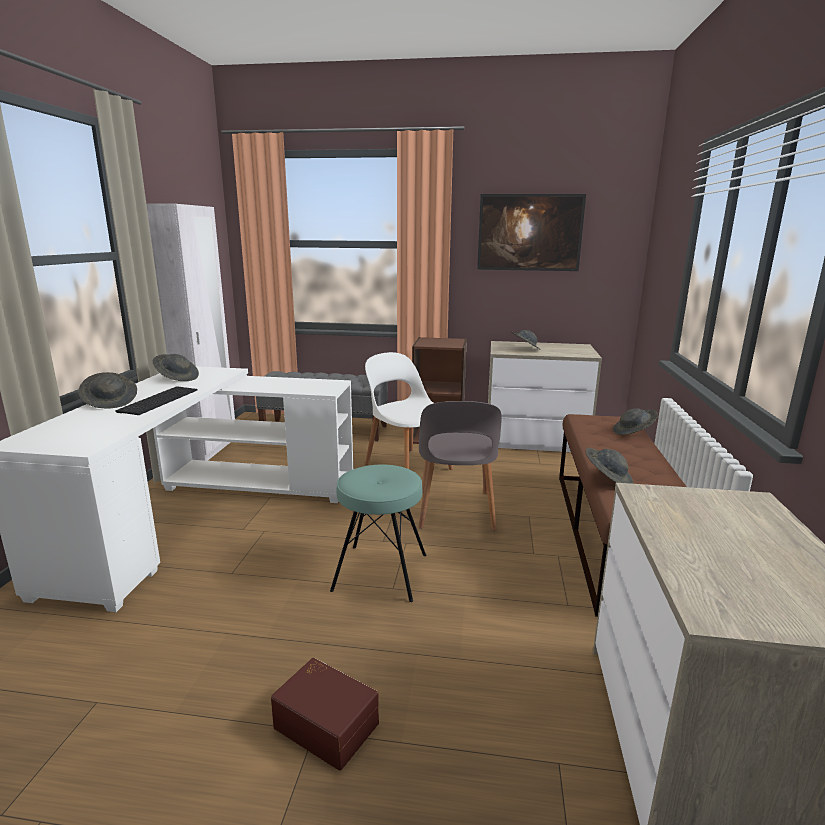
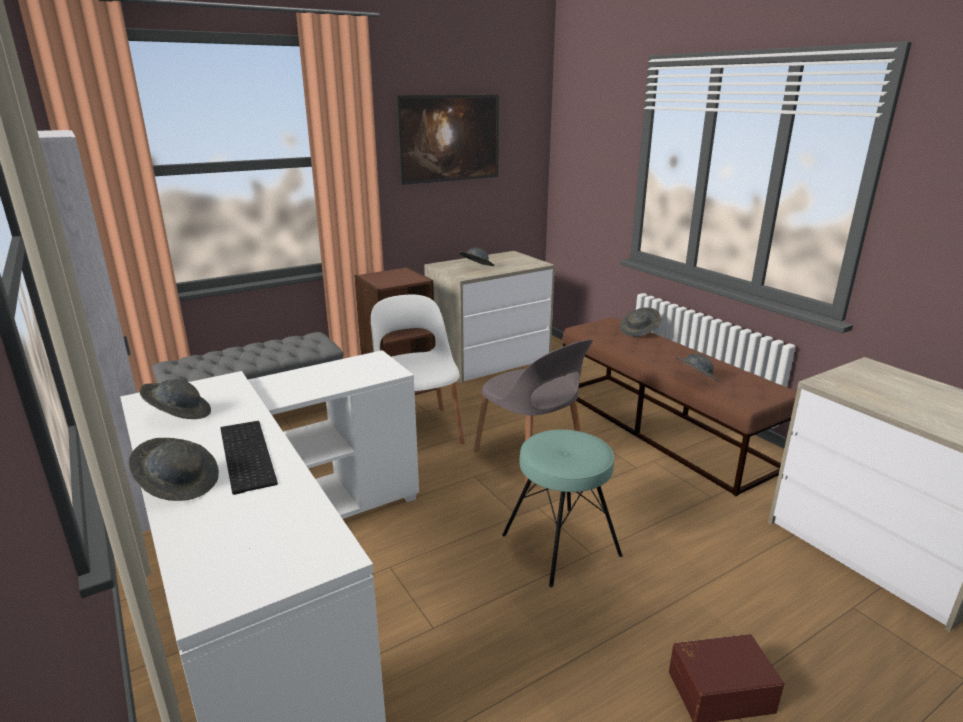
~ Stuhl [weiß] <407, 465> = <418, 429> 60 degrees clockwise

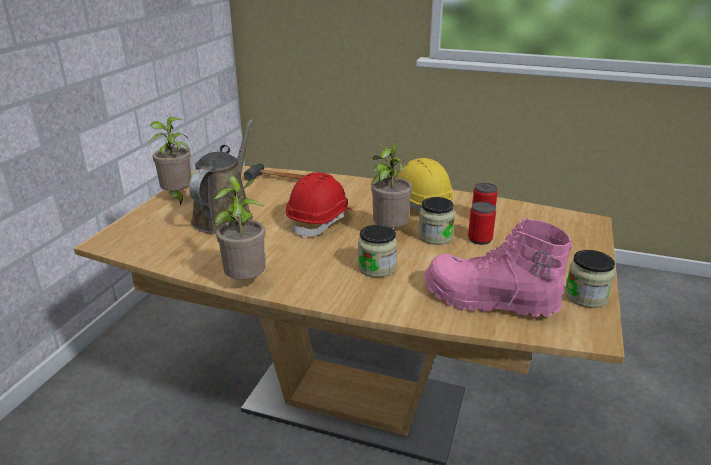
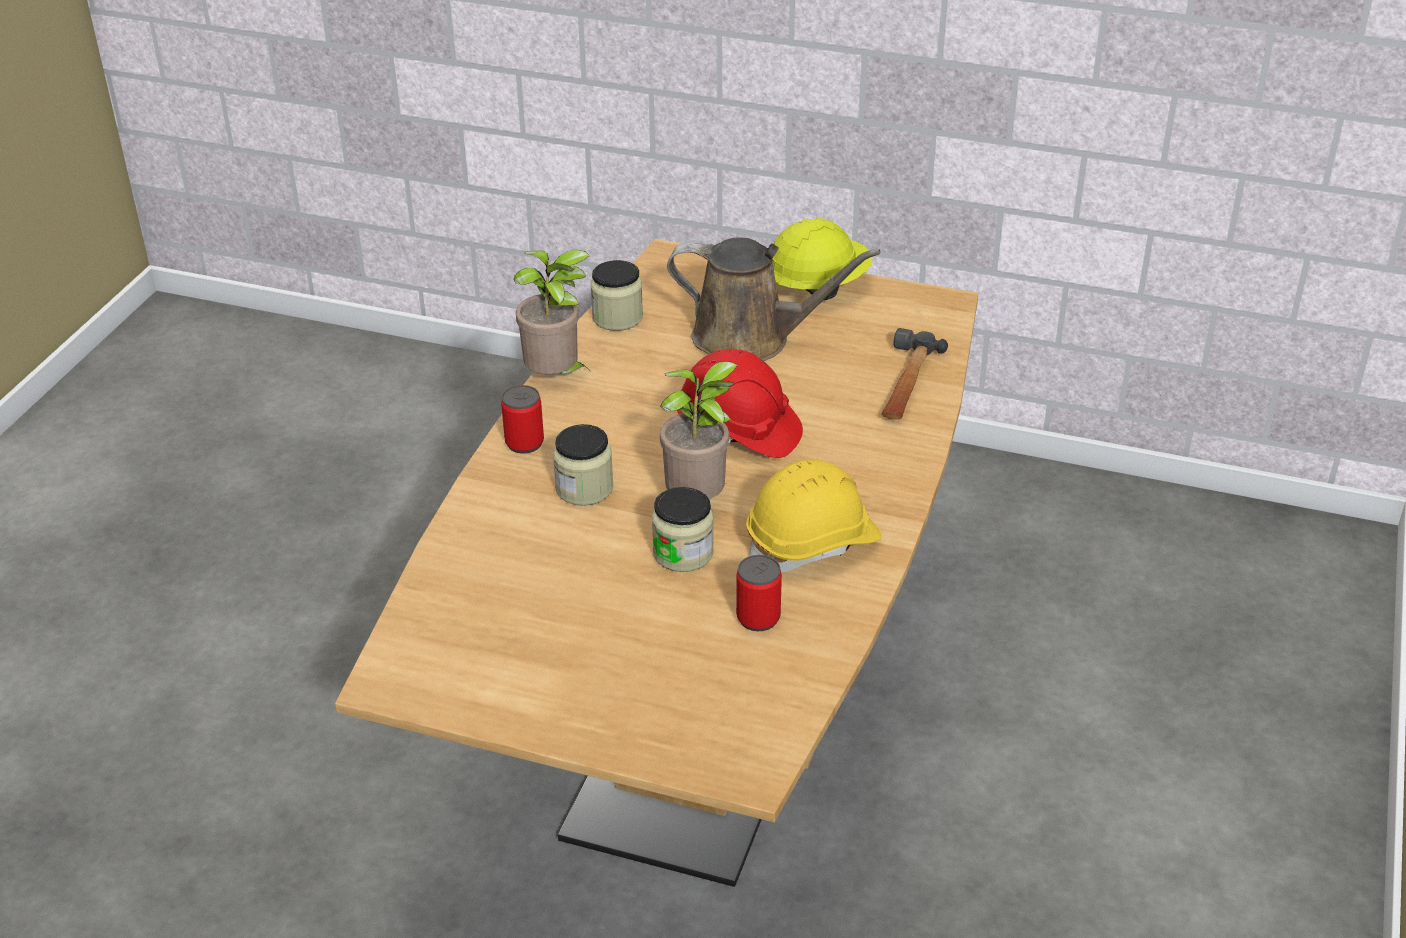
- Stiefel [rosa] <488, 301>
~ Dose <480, 239> to <524, 443>
~ Vorratsglas <586, 296> to <617, 317>
~ Topfpflanze <177, 198> to Schutzhelm [gelb] <816, 288>

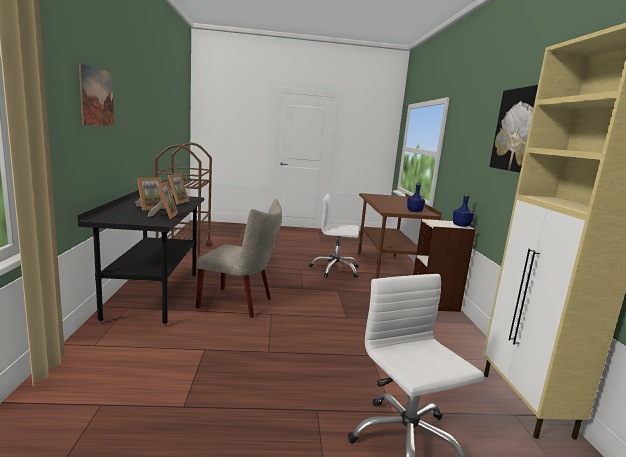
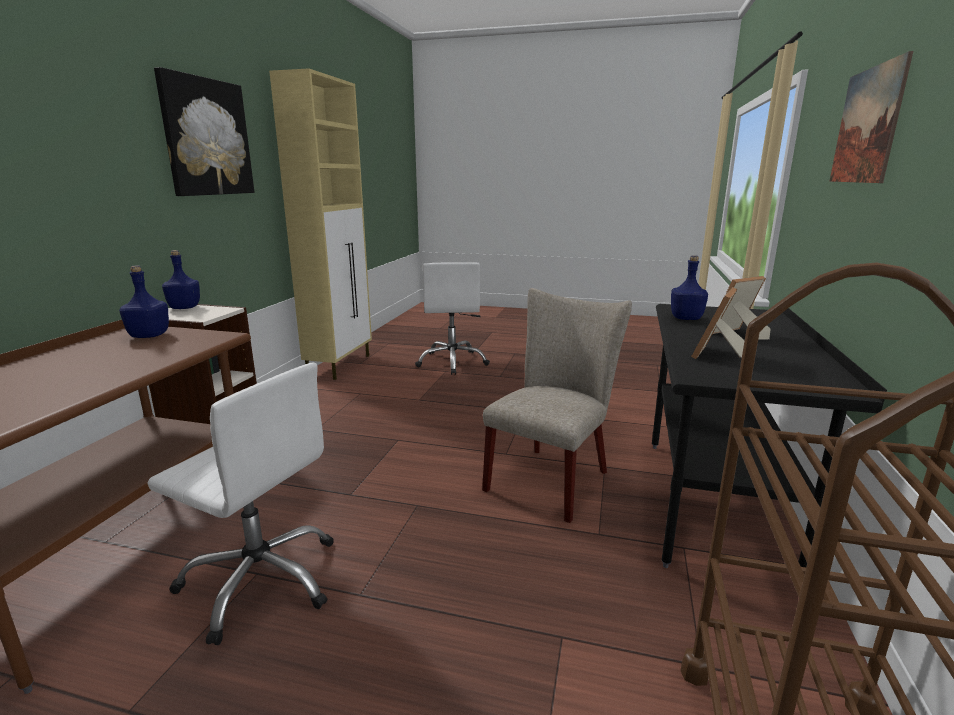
~ Bilderrahmen <164, 215> to Flasche [blau] <686, 318>
~ Stuhl [beige] <240, 303> = <552, 477> 90 degrees clockwise

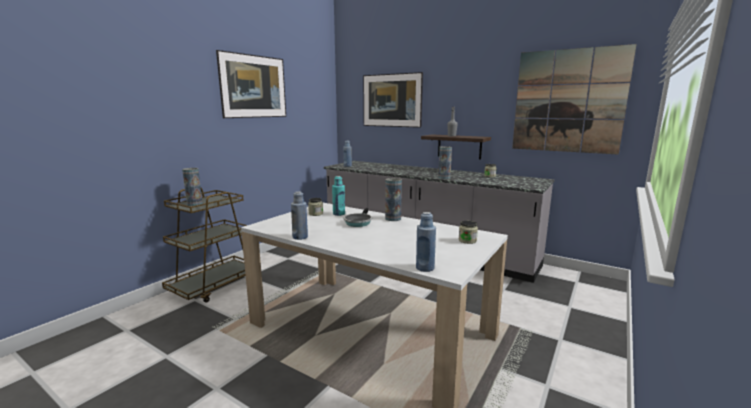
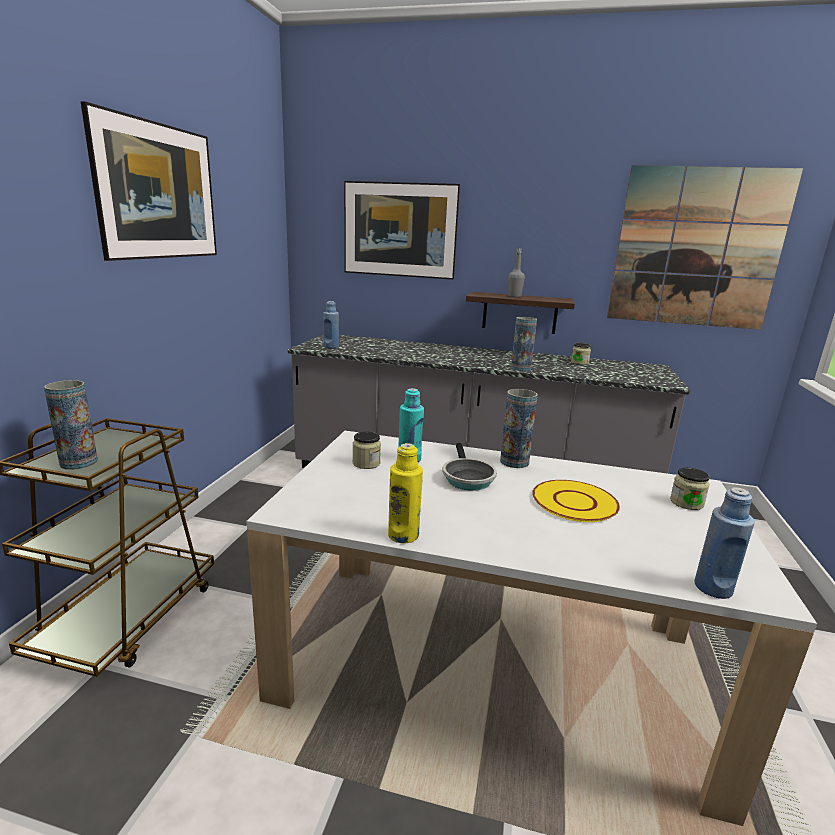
+ Teller [gelb] <573, 502>
~ Flasche [blau] <300, 237> to Flasche [gelb] <403, 535>

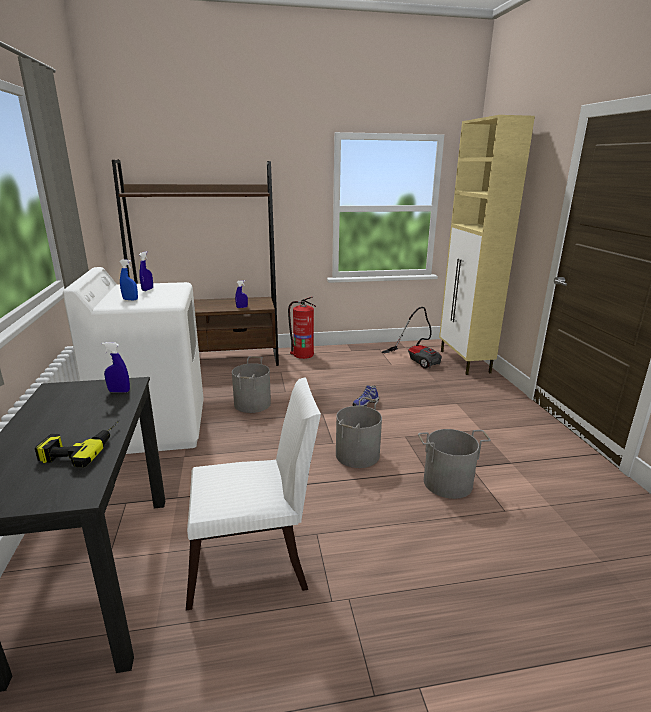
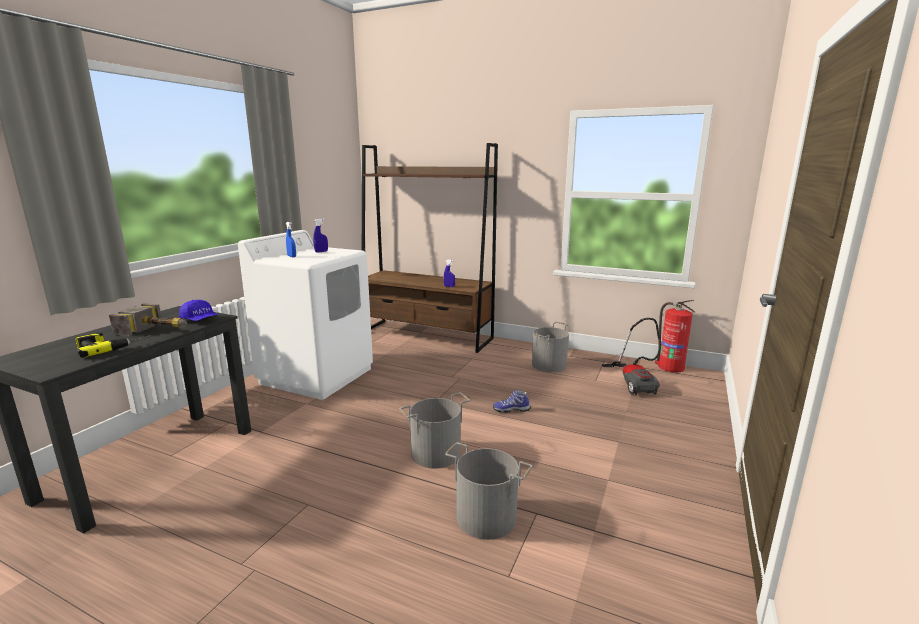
- Stuhl [weiß] <255, 559>
- Schrank [beige] <464, 362>
+ Hammer <159, 330>
~ Eimer [grau] <253, 404> to <549, 365>
~ Feuerlöscher <303, 354> to <670, 367>
~ Sprühflasche [blau] <119, 391> to Kappe [blau] <200, 320>

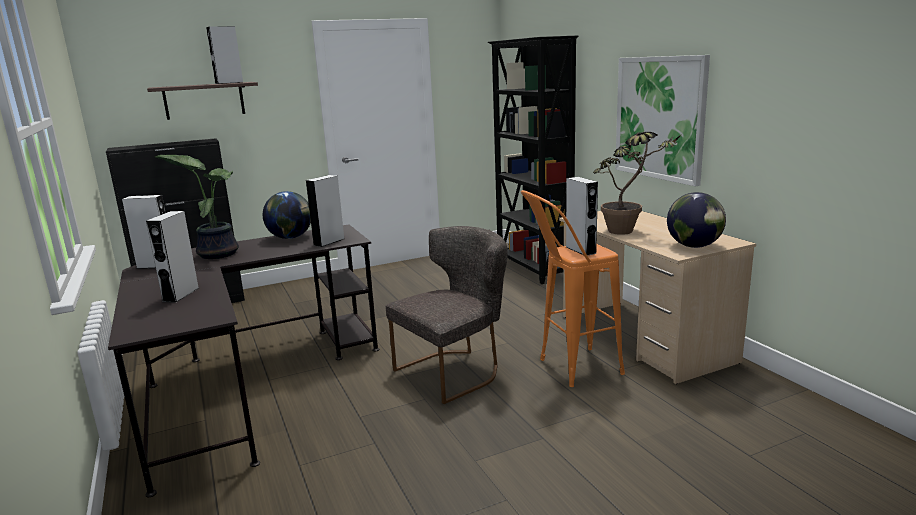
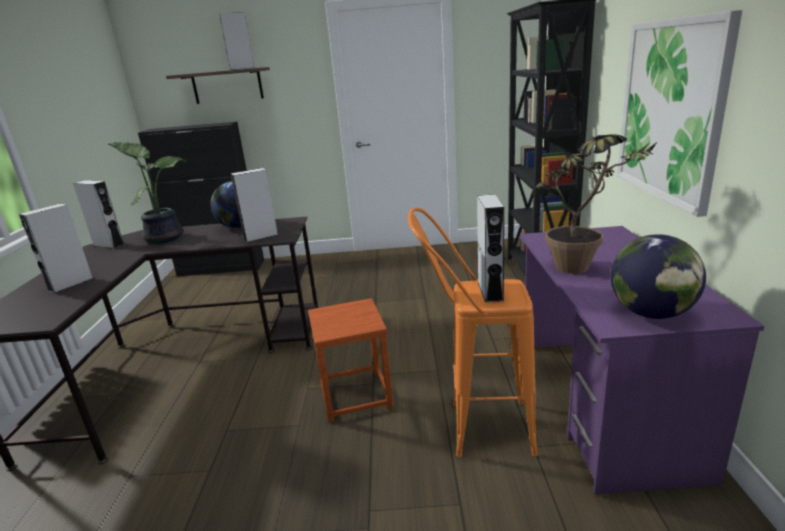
~ Stuhl [grau] <455, 371> to Hocker [braun] <356, 395>
~ Schreibtisch [beige] <644, 338> to Schreibtisch [lila] <602, 403>

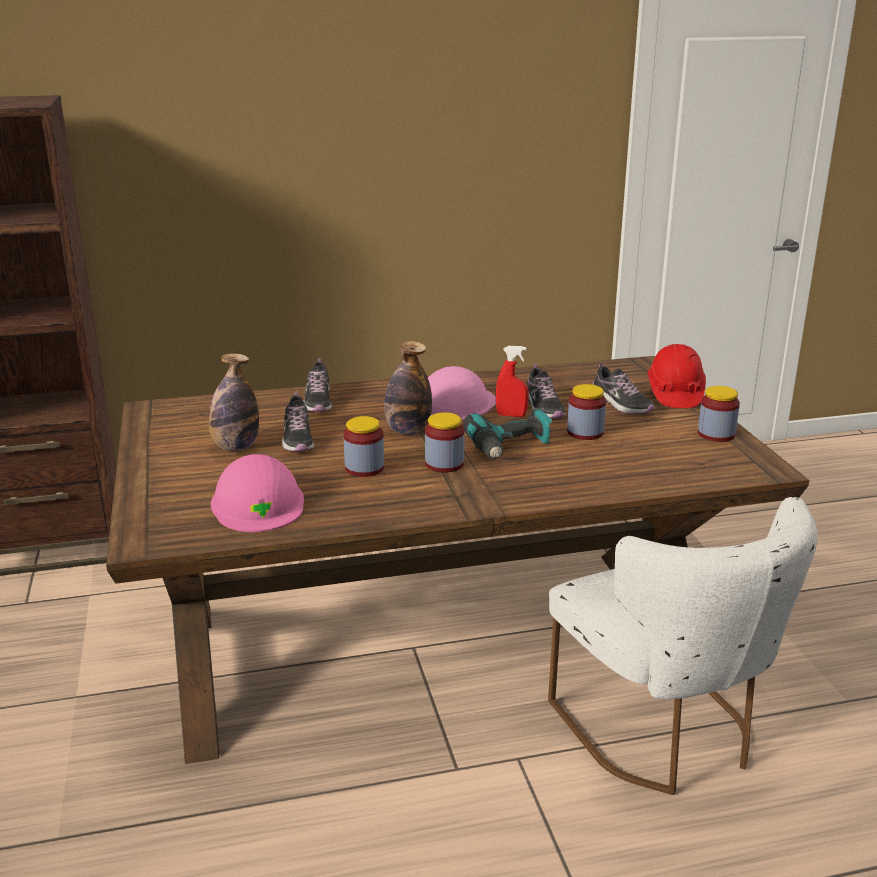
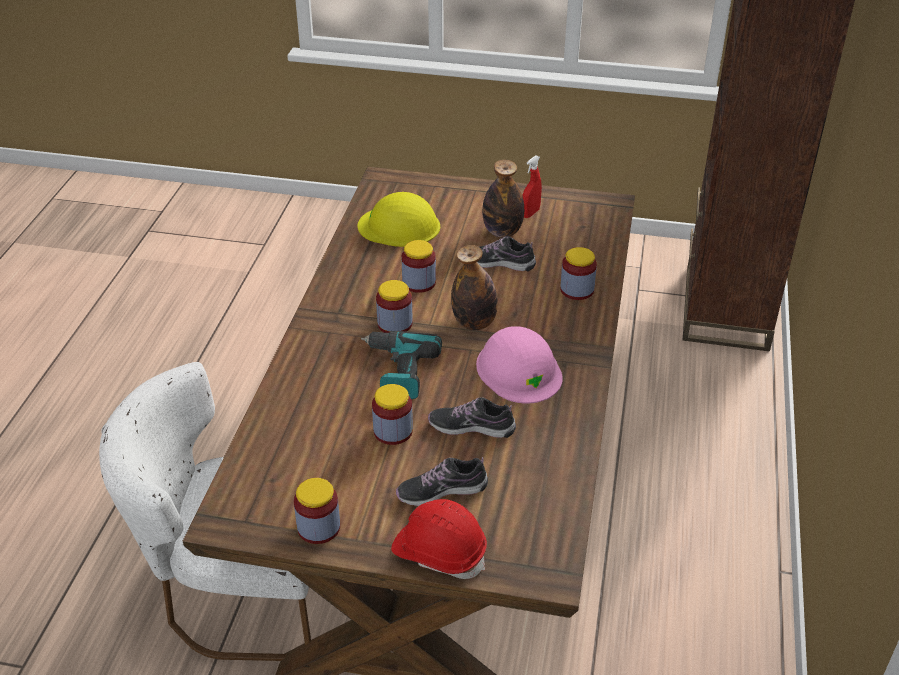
~ Sprühflasche [rot] <511, 415> to <530, 213>
~ Schuh <318, 401> to Vorratsglas <577, 290>
~ Schutzhelm [rosa] <258, 503> to Schutzhelm [gelb] <399, 226>

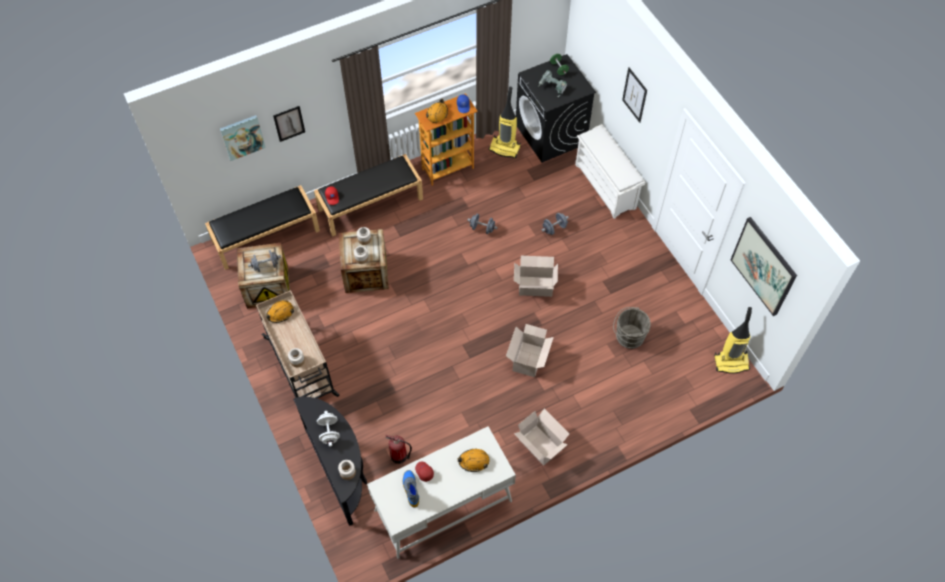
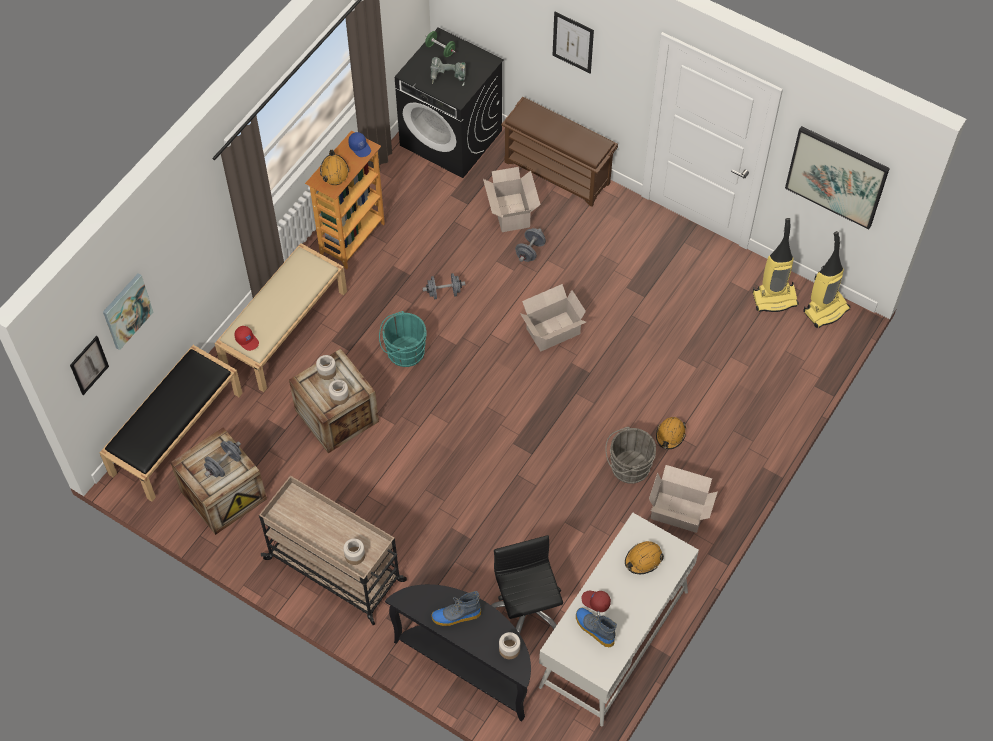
+ Eimer [türkis] <403, 352>
~ Schutzhelm [orange] <280, 313> to <670, 435>
~ Bild <289, 123> to <89, 365>
~ Staubsauger <505, 148> to <775, 298>
~ Karton <529, 358> to <511, 211>
~ Eimer [grau] <628, 336> to <627, 467>
~ Hantel [weiß] <329, 432> to Stiefel <456, 616>
~ Feuerlöscher <400, 456> to Bürostuhl [schwarz] <526, 610>
~ Bank [schwarz] <371, 203> to Bank [beige] <284, 327>
~ Schuhregal [weiß] <606, 186> to Schuhregal [braun] <558, 172>

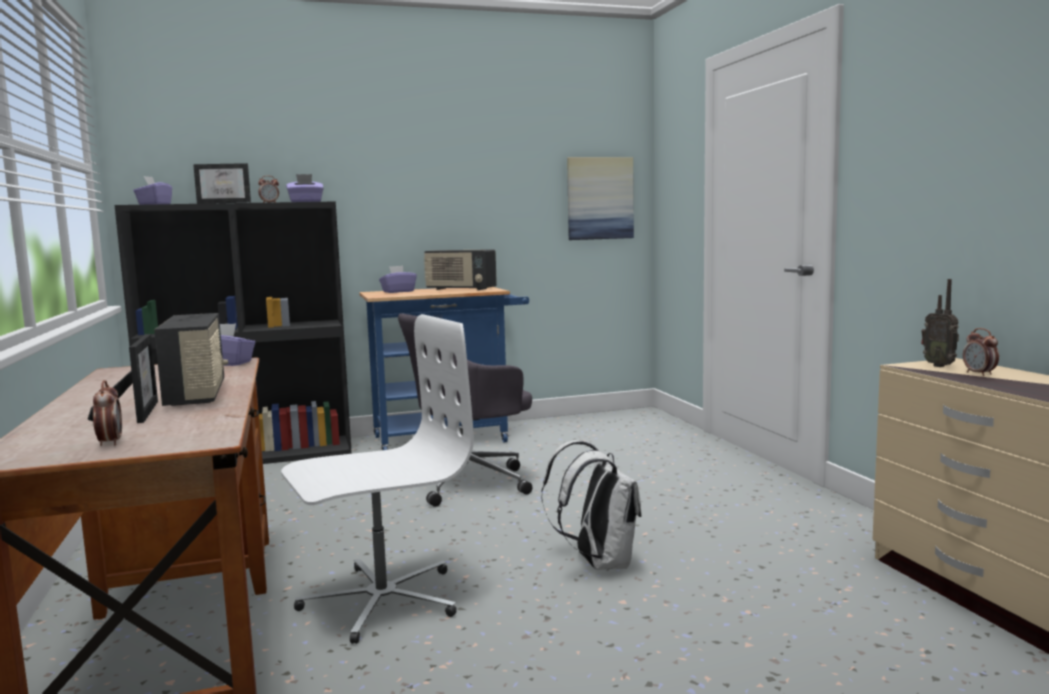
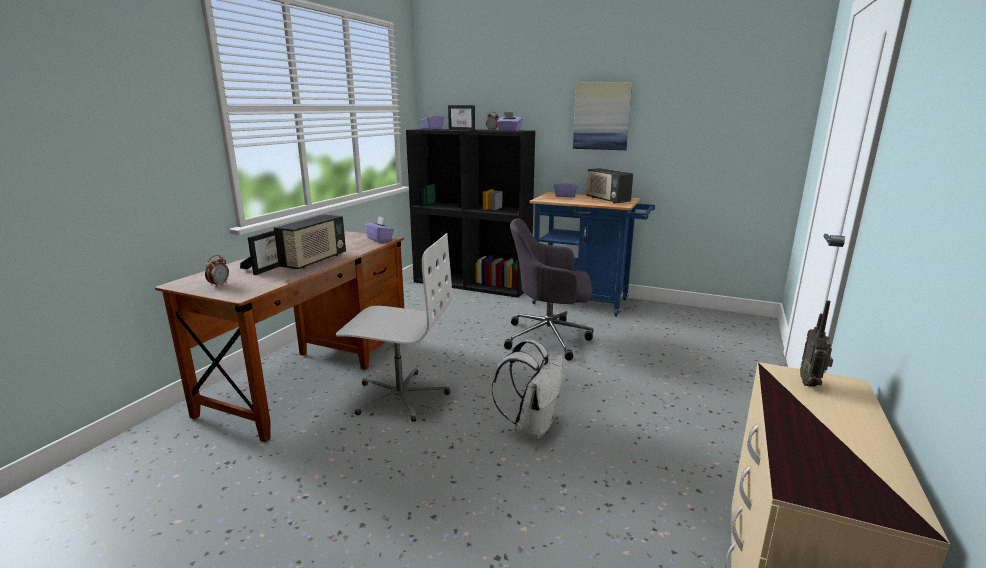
- Wecker <979, 374>
~ Bild <599, 198> to <601, 116>

